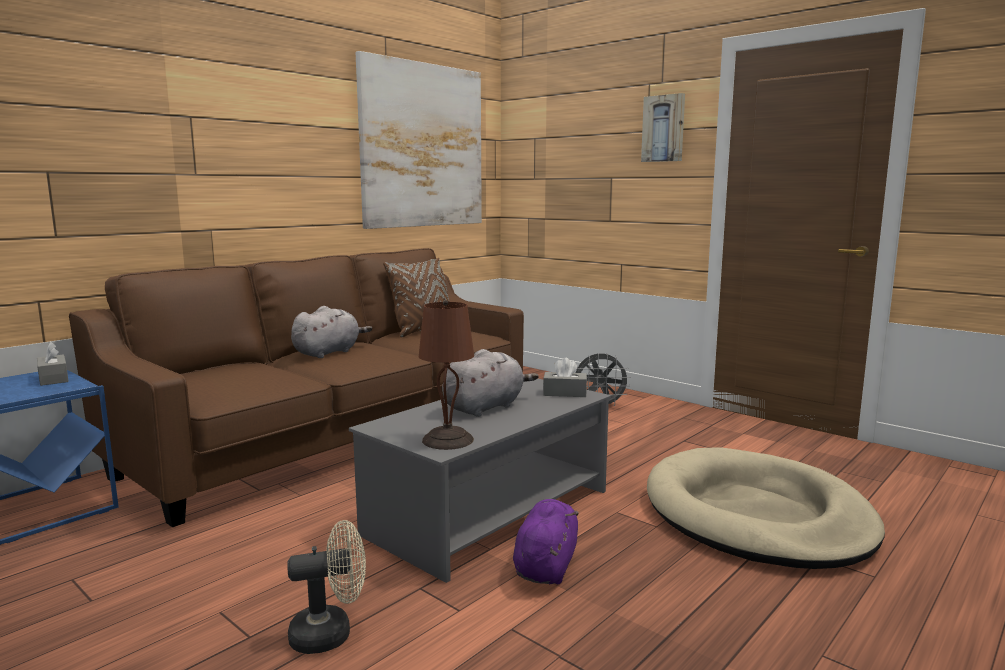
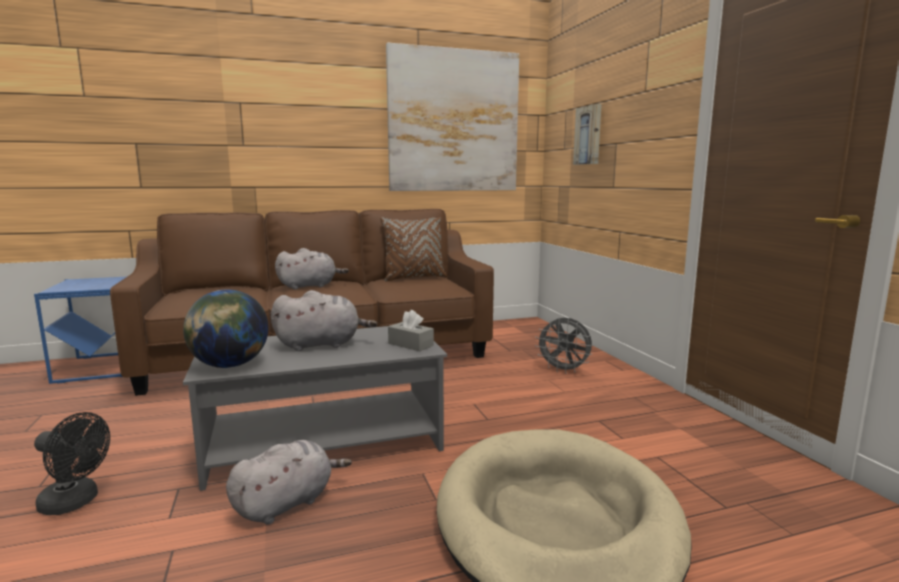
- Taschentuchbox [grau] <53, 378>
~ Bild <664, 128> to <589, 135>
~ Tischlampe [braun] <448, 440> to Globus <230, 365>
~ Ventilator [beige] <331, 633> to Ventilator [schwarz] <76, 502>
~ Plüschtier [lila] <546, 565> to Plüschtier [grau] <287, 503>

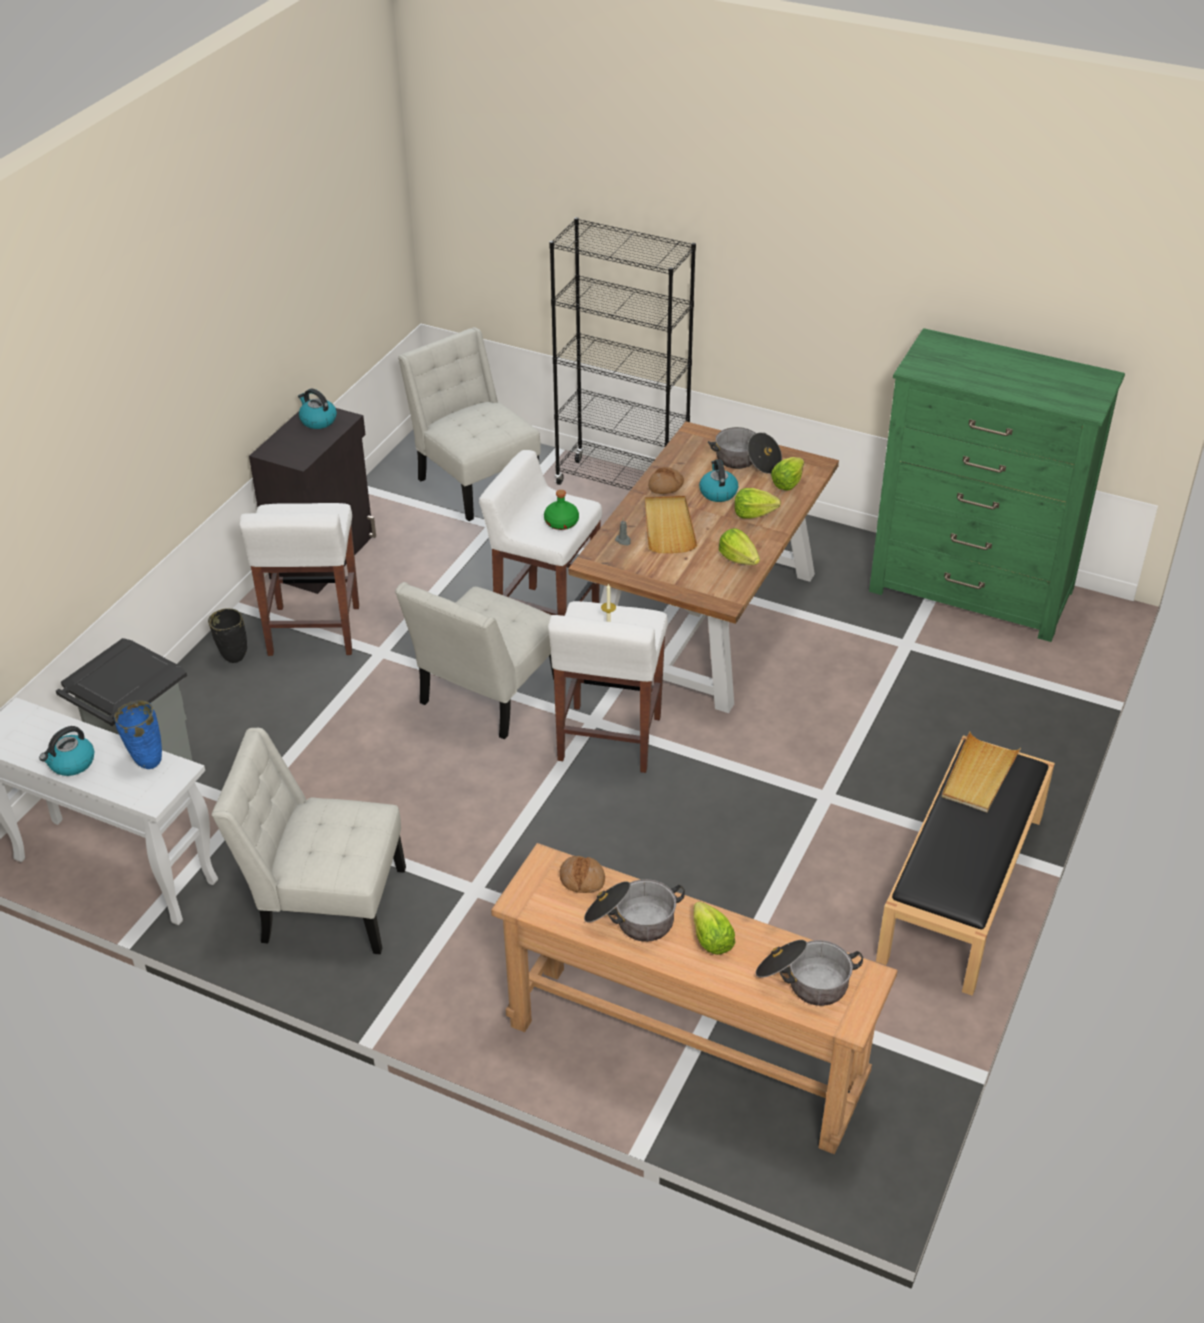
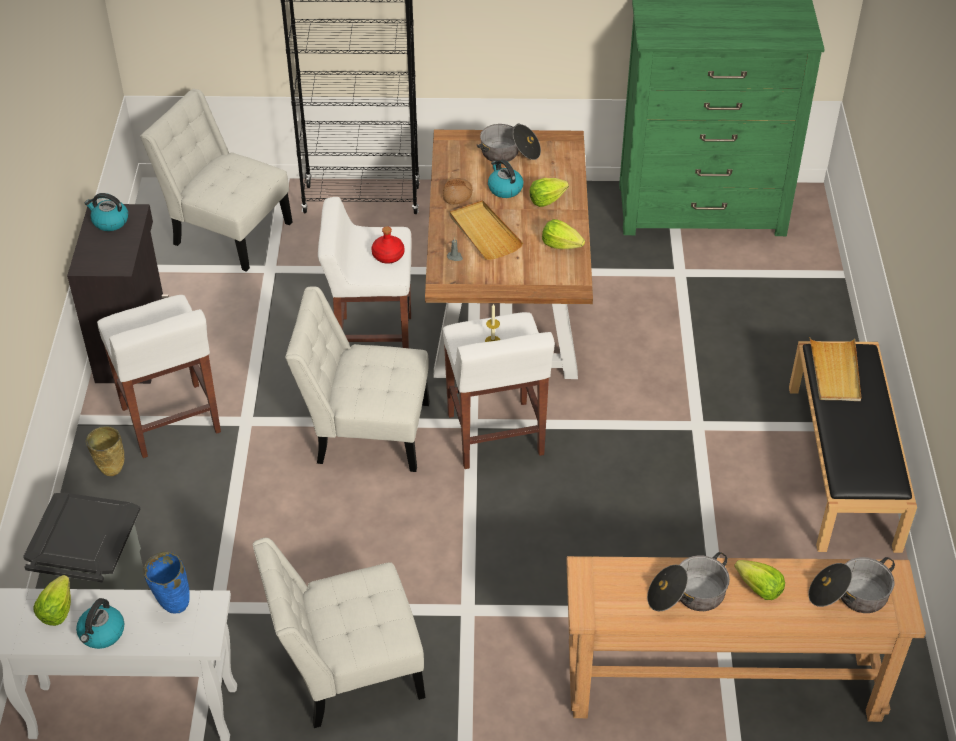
- Brot <582, 879>
~ Salatkopf <787, 483> to <57, 610>
~ Vase [schwarz] <233, 659> to Vase [beige] <111, 472>
~ Flasche [grün] <561, 523> to Flasche [rot] <388, 256>
~ Stuhl [weiß] <485, 696> = <365, 431> 90 degrees clockwise

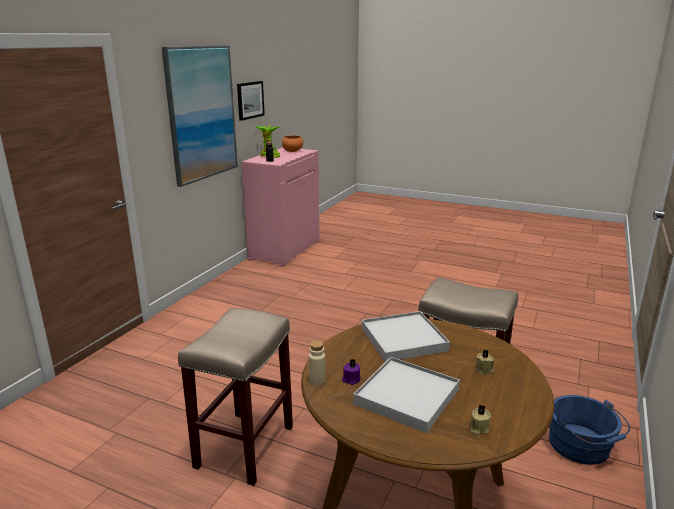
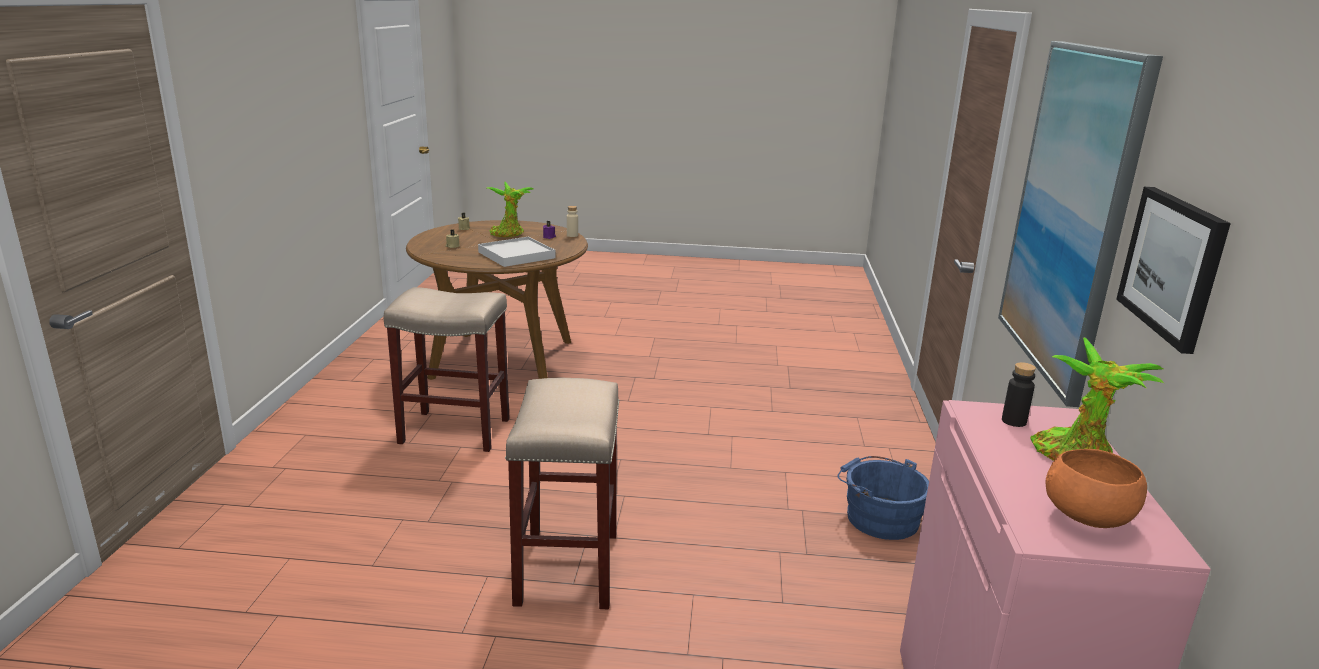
~ Hocker [beige] <245, 445> to <568, 569>
~ Eimer [blau] <581, 447> to <878, 517>
~ Tablett [weiß] <407, 397> to Topfpflanze <509, 234>

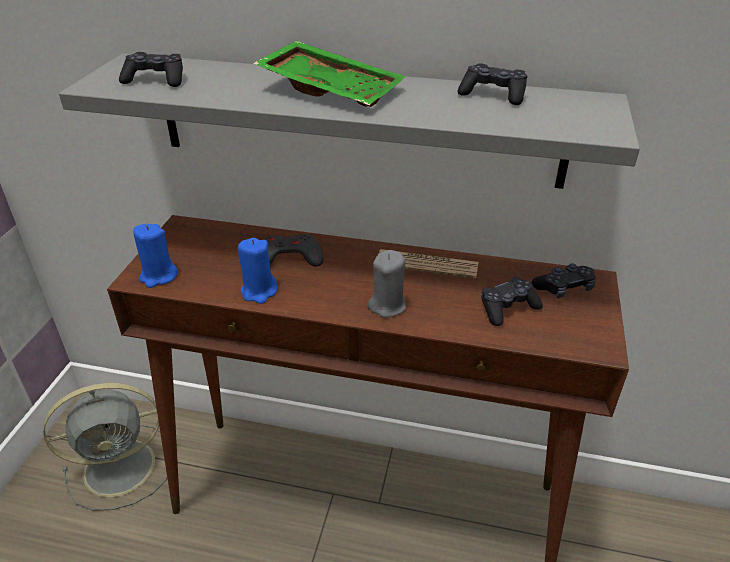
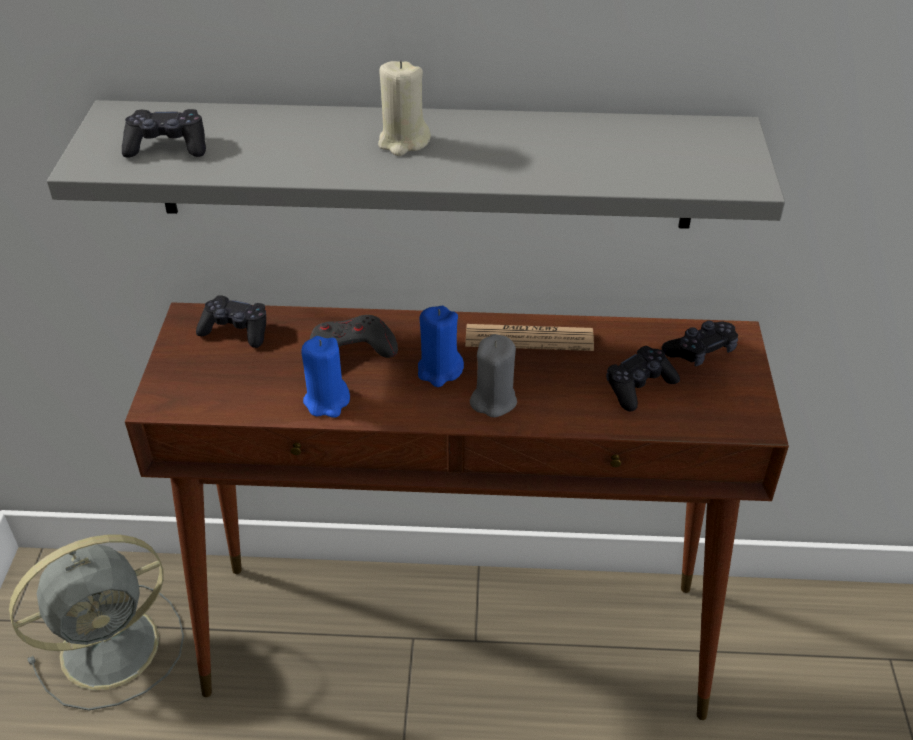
~ Kerze [blau] <158, 276> to <439, 370>
~ Gamepad [schwarz] <493, 95> to <236, 330>
~ Tablett [grün] <332, 89> to Kerze [beige] <403, 142>

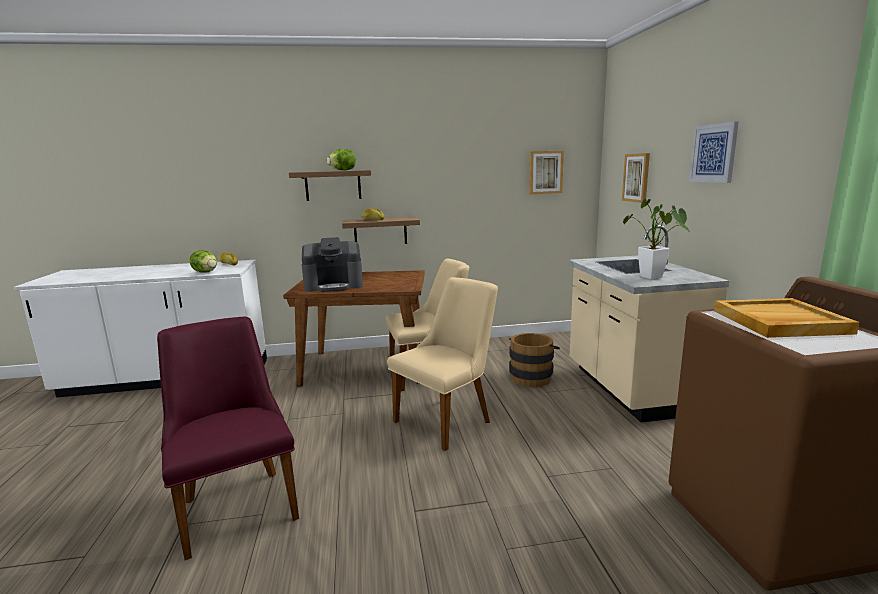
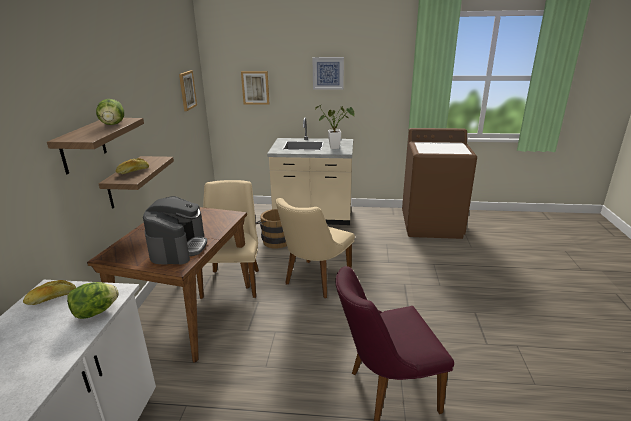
- Tablett [beige] <779, 322>
~ Stuhl [beige] <449, 419> = <313, 282> 120 degrees counterclockwise

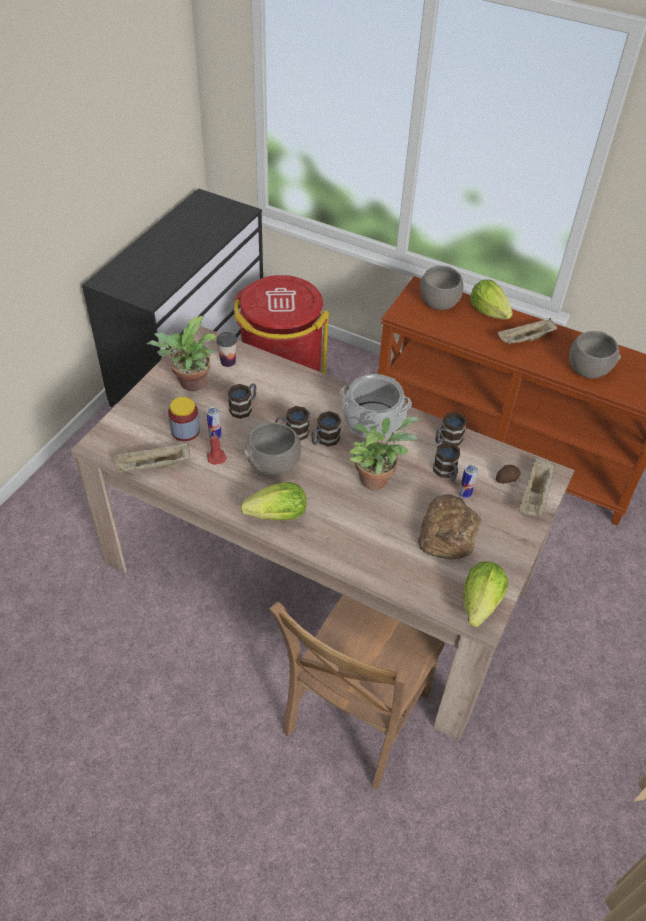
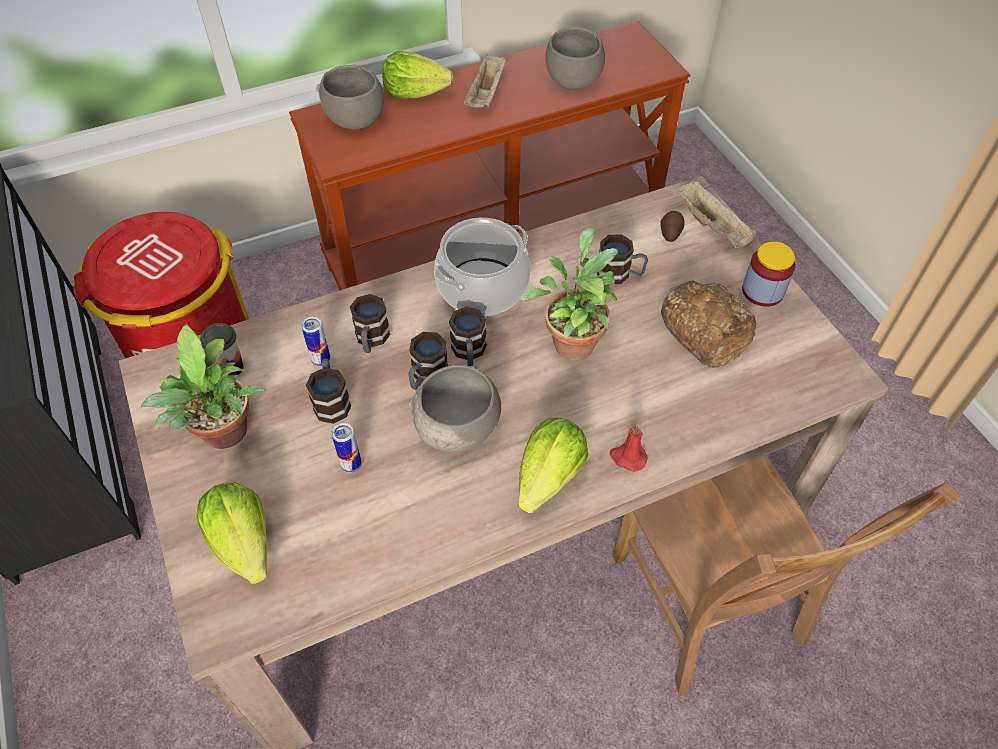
- Tablett [beige] <153, 466>
~ Vorratsglas <185, 431> to <762, 291>
~ Kerze [rot] <216, 456> to <627, 457>
~ Henkelbecher <447, 440> to <371, 339>
~ Dose <465, 494> to <321, 360>
~ Salatkopf <480, 603> to <244, 542>

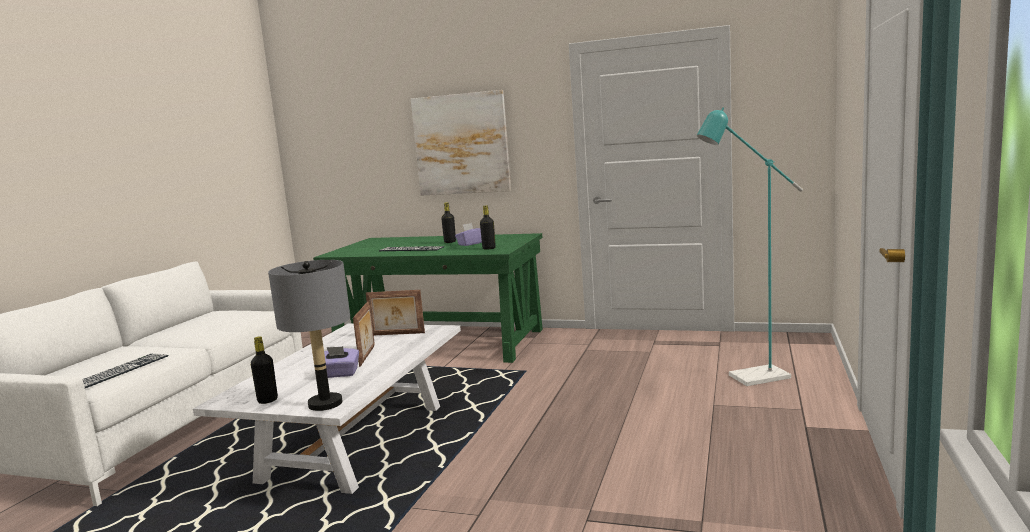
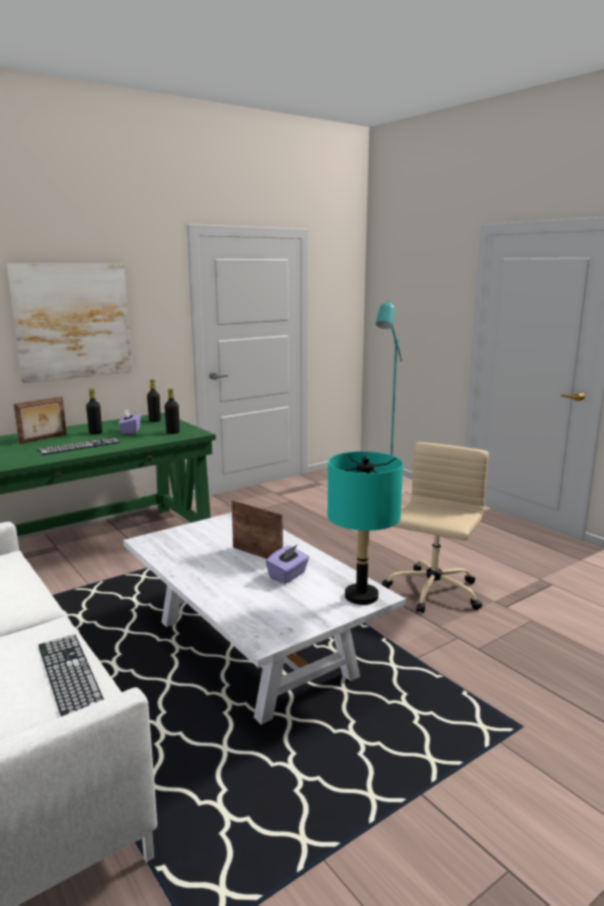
+ Bürostuhl [beige] <432, 592>
~ Flasche [schwarz] <267, 400> to <155, 421>
~ Bilderrahmen <397, 334> to <43, 439>
~ Tischlampe [grau] <325, 404> to Tischlampe [türkis] <361, 596>

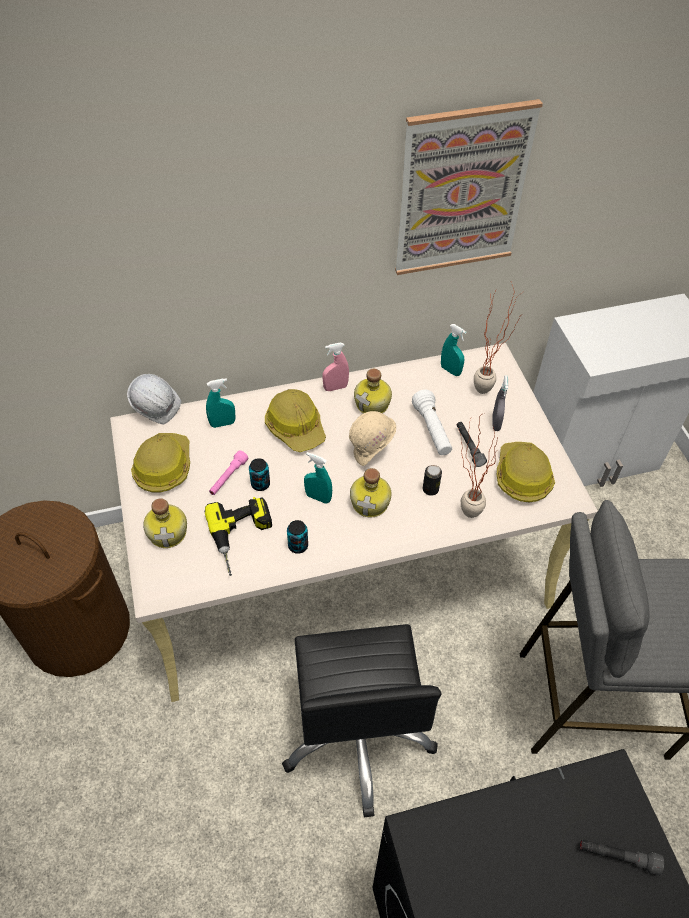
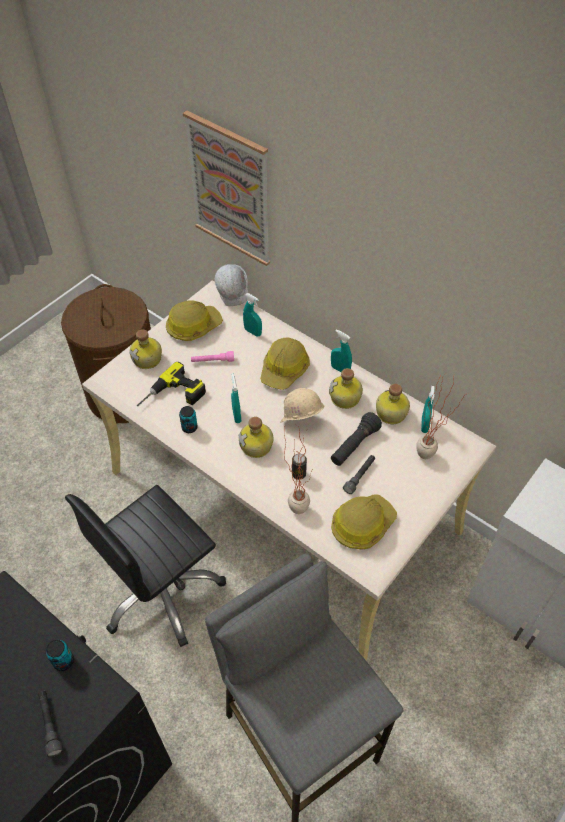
- Sprühflasche [grau] <496, 423>
+ Flasche <390, 414>
~ Dose <260, 484> to <63, 661>
~ Bild <462, 190> to <230, 190>
~ Sprühflasche [rosa] <335, 387> to Sprühflasche [türkis] <340, 369>
~ Taschenlampe [weiß] <432, 430> to Taschenlampe [schwarz] <354, 446>

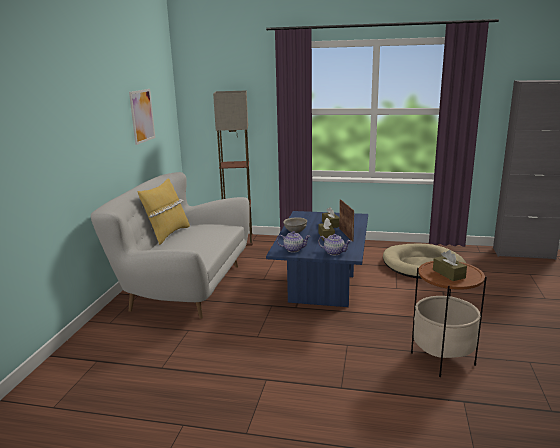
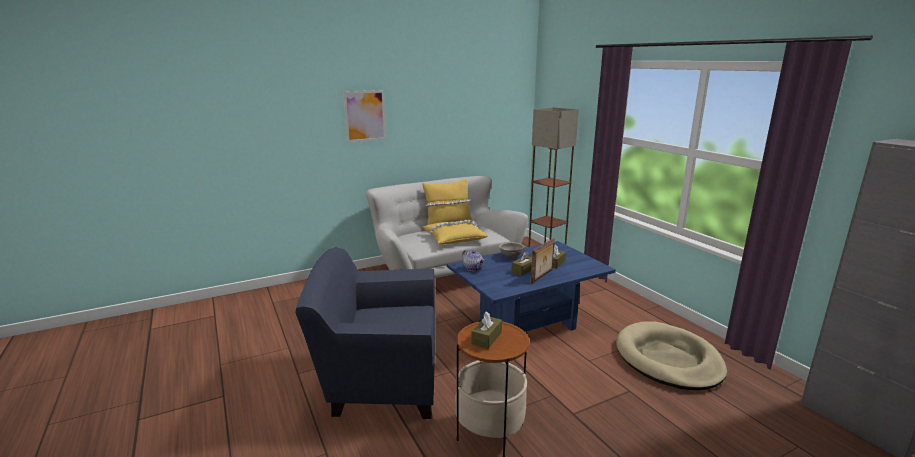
- Teekanne <334, 252>
+ Sessel [blau] <379, 381>
+ Kissen [gelb] <453, 238>
~ Bild <142, 116> to <365, 116>

